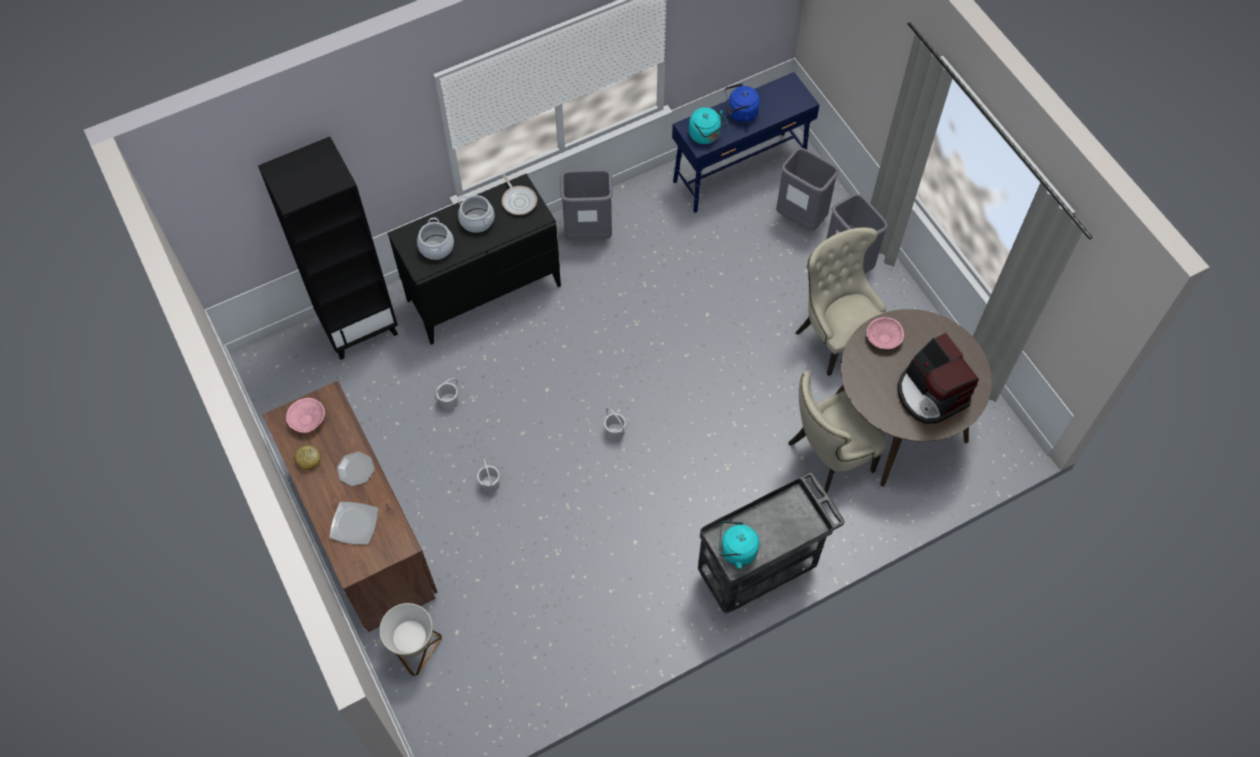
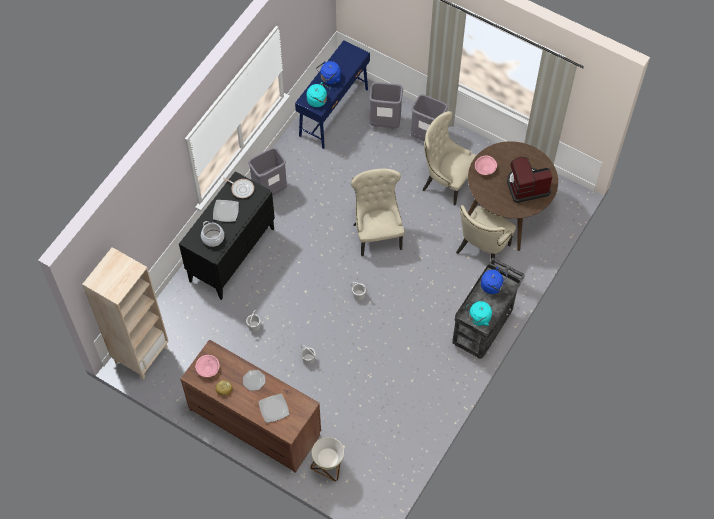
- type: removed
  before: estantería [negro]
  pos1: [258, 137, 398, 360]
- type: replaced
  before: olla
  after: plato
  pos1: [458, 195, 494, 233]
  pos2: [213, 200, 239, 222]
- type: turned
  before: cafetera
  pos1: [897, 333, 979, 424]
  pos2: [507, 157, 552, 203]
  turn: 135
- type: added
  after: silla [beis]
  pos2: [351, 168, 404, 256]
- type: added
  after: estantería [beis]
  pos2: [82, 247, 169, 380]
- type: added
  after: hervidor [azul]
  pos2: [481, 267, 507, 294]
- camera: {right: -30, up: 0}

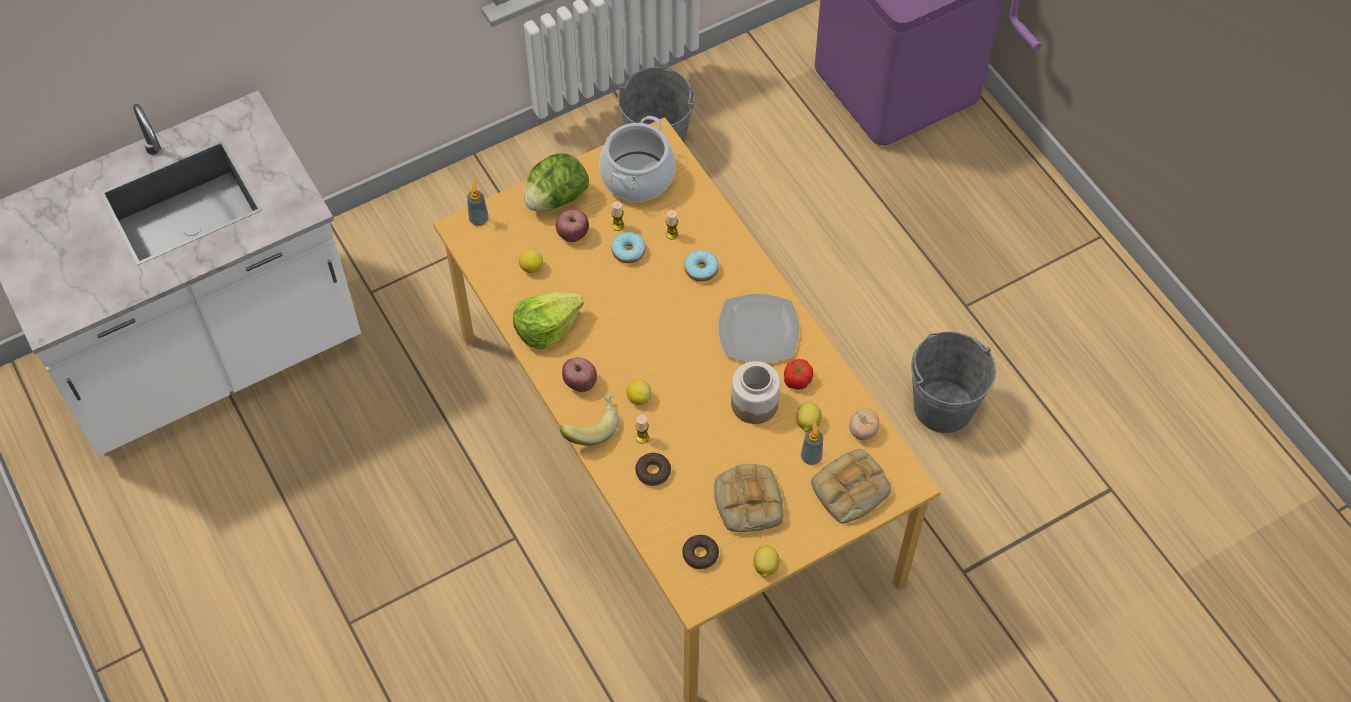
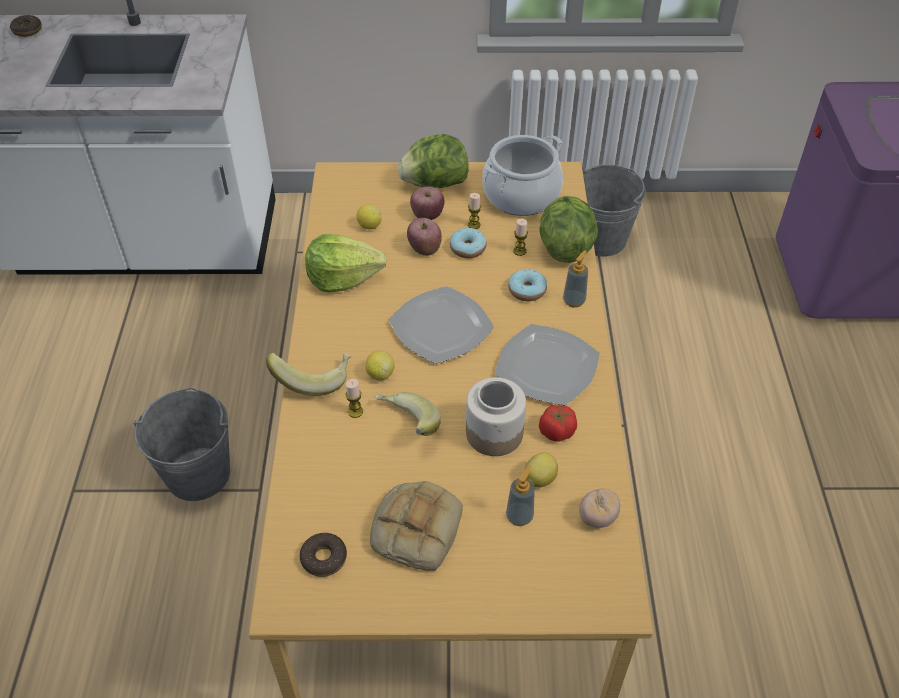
- type: moved
  before: dispensador de jabón
  pos1: [467, 180, 489, 226]
  pos2: [563, 250, 588, 308]
- type: moved
  before: cubo [gris]
  pos1: [911, 331, 996, 433]
  pos2: [133, 387, 230, 501]
- type: moved
  before: manzana
  pos1: [562, 358, 597, 392]
  pos2: [407, 218, 442, 256]
- type: removed
  before: pan
  pos1: [811, 449, 891, 524]
- type: moved
  before: rosquilla
  pos1: [635, 453, 671, 486]
  pos2: [10, 15, 42, 37]
- type: removed
  before: limón
  pos1: [754, 546, 780, 578]
- type: added
  after: lechuga
  pos2: [539, 196, 598, 263]
- type: added
  after: plato
  pos2: [389, 286, 494, 364]
- type: added
  after: plátano
  pos2: [375, 392, 441, 436]
- camera: {right: 30, up: -10}

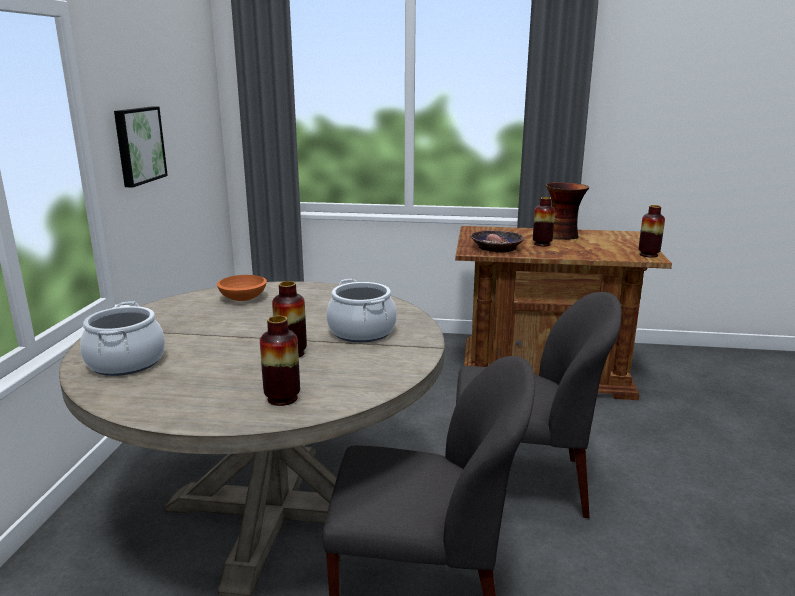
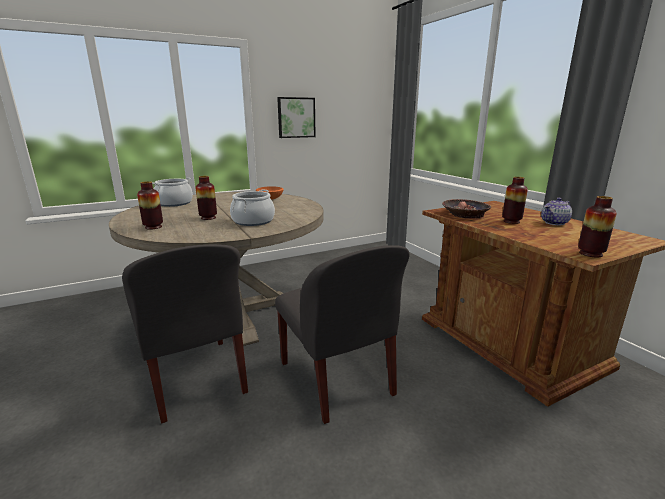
- type: replaced
  before: florero
  after: tetera
  pos1: [546, 182, 589, 240]
  pos2: [541, 198, 572, 225]
- camera: {right: 55, up: 0}

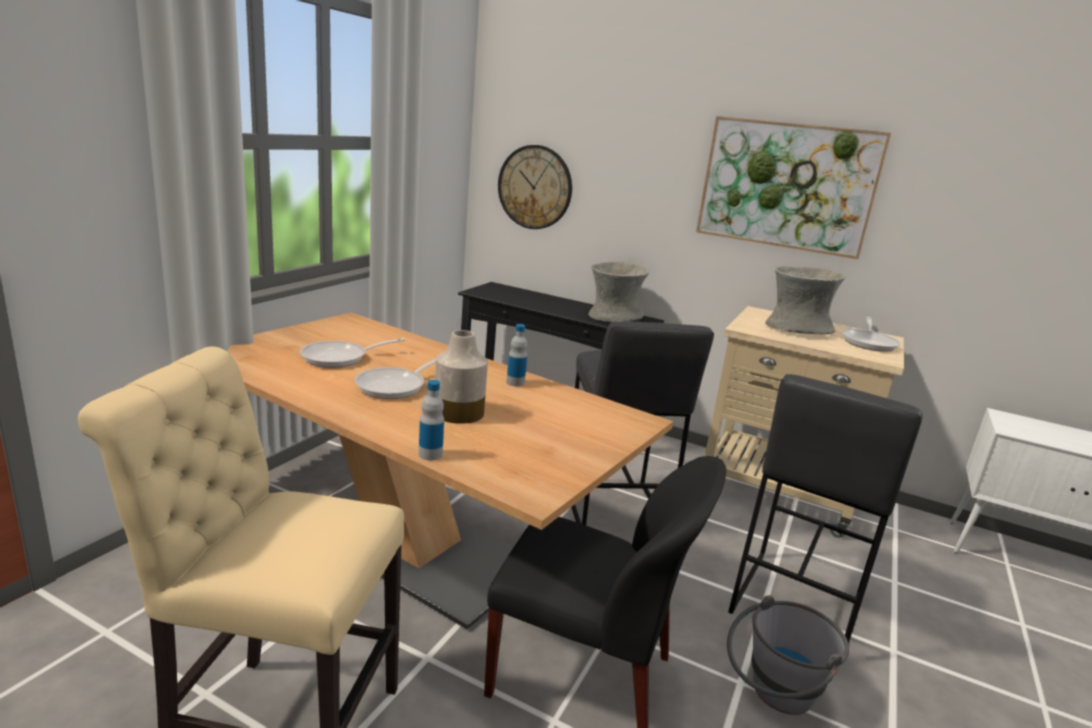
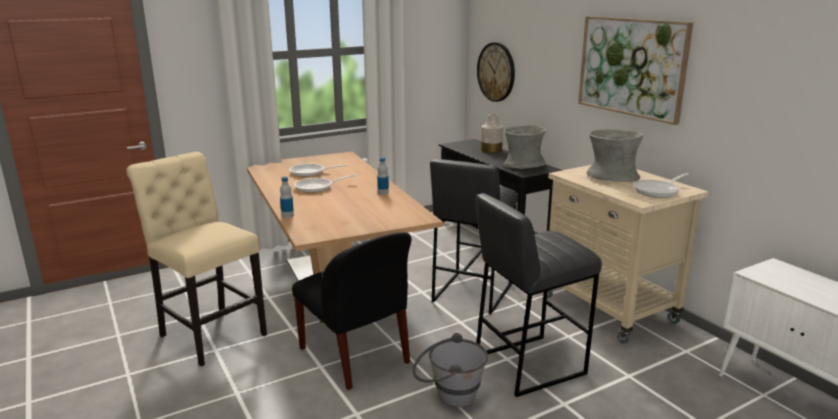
- type: moved
  before: florero [beis]
  pos1: [435, 330, 488, 424]
  pos2: [481, 114, 503, 153]
- camera: {right: 35, up: 0}

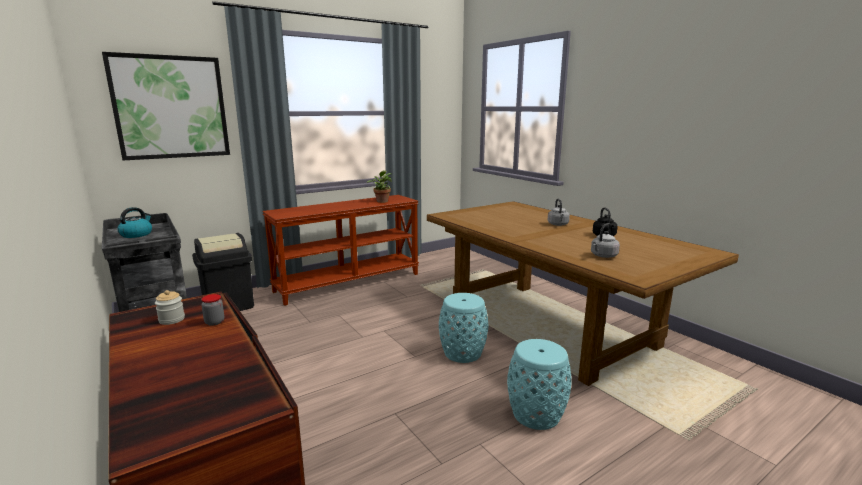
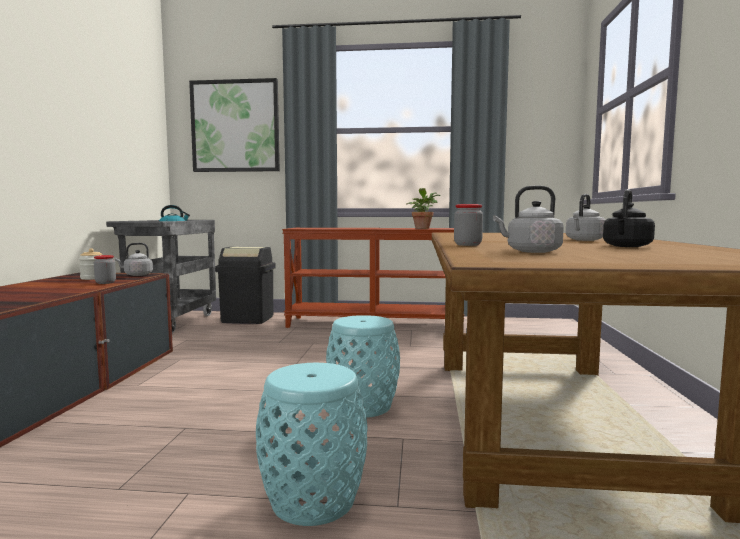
- type: added
  after: tarro
  pos2: [454, 204, 483, 246]
- type: added
  after: hervidor [gris]
  pos2: [115, 243, 153, 276]
- camera: {right: 40, up: -10}

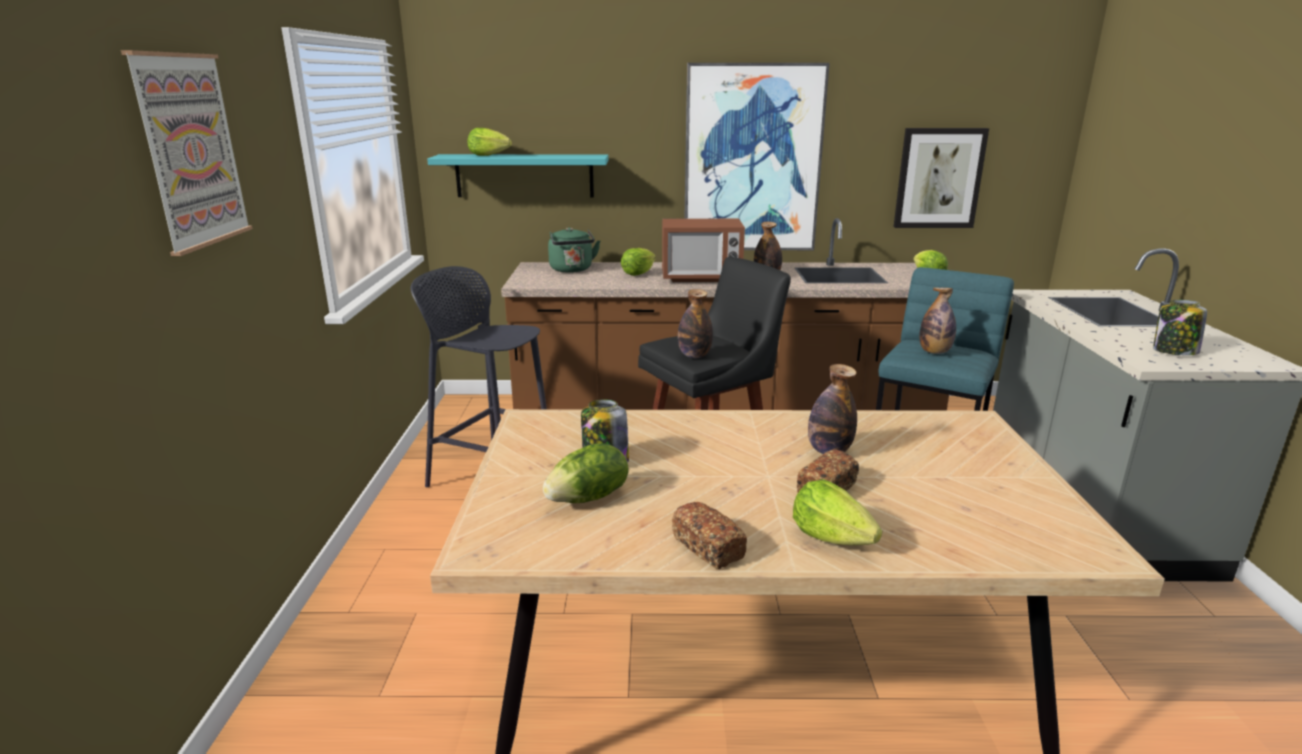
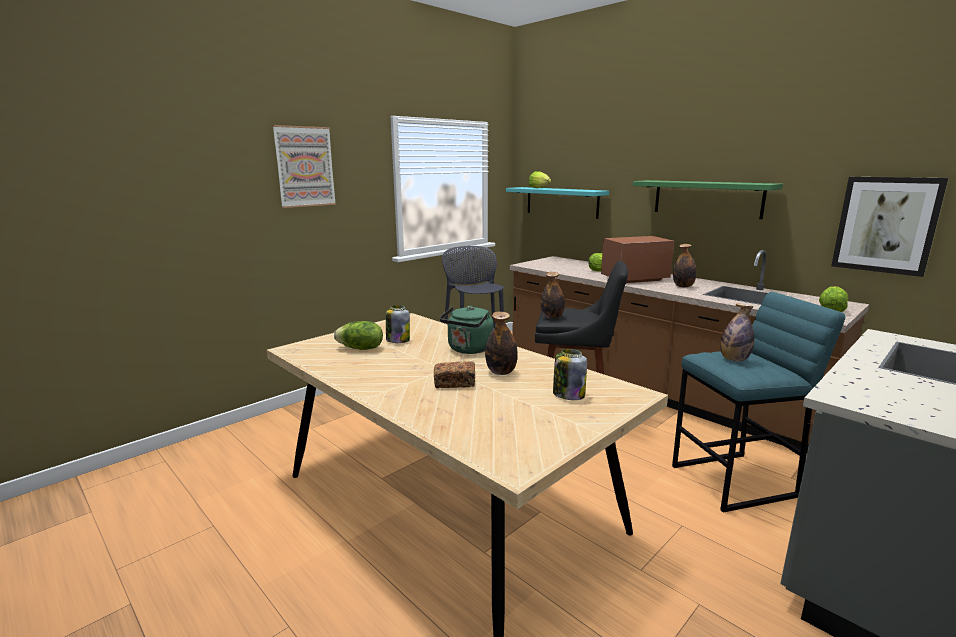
- type: replaced
  before: cuadro
  after: estante [verde]
  pos1: [685, 63, 830, 250]
  pos2: [633, 180, 783, 219]
- type: turned
  before: microondas
  pos1: [662, 218, 745, 282]
  pos2: [601, 236, 674, 283]
  turn: 120
- type: moved
  before: hervidor [verde]
  pos1: [548, 227, 600, 273]
  pos2: [440, 306, 494, 354]
- type: moved
  before: tarro
  pos1: [1153, 300, 1207, 355]
  pos2: [553, 349, 587, 400]
- type: removed
  before: lechuga
  pos1: [793, 479, 882, 545]
- type: removed
  before: pan
  pos1: [672, 502, 747, 569]
- camera: {right: 45, up: -5}

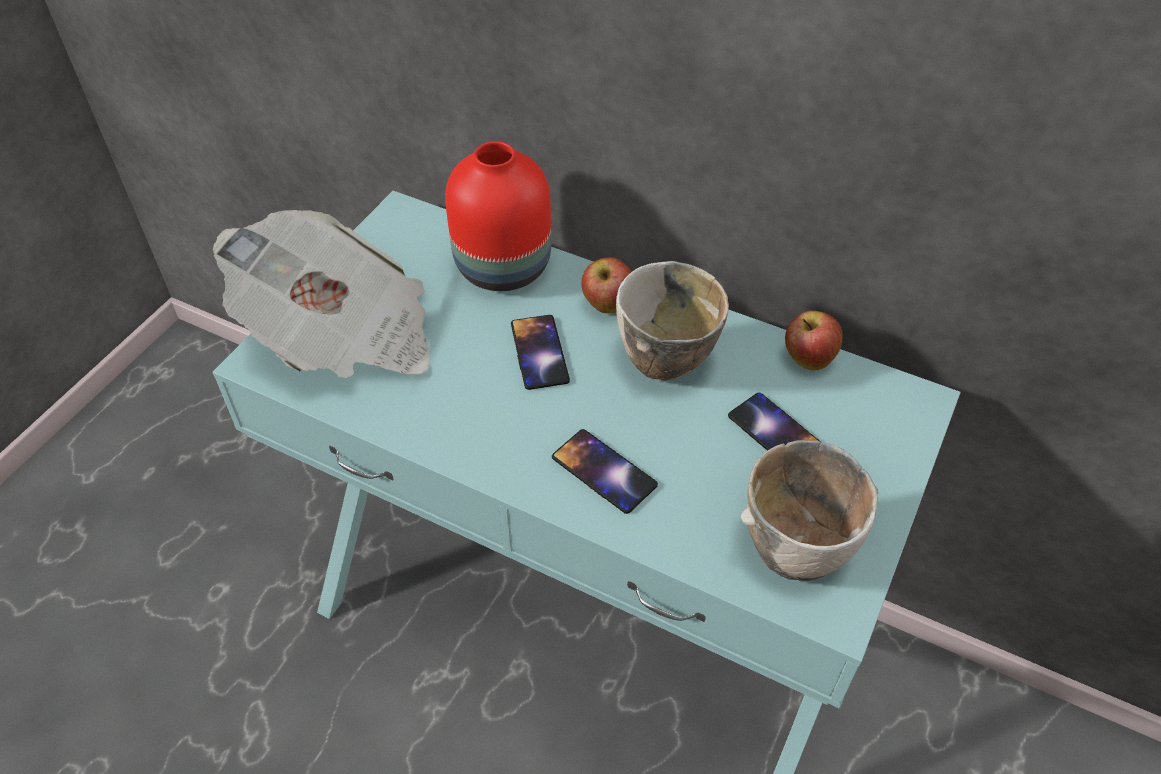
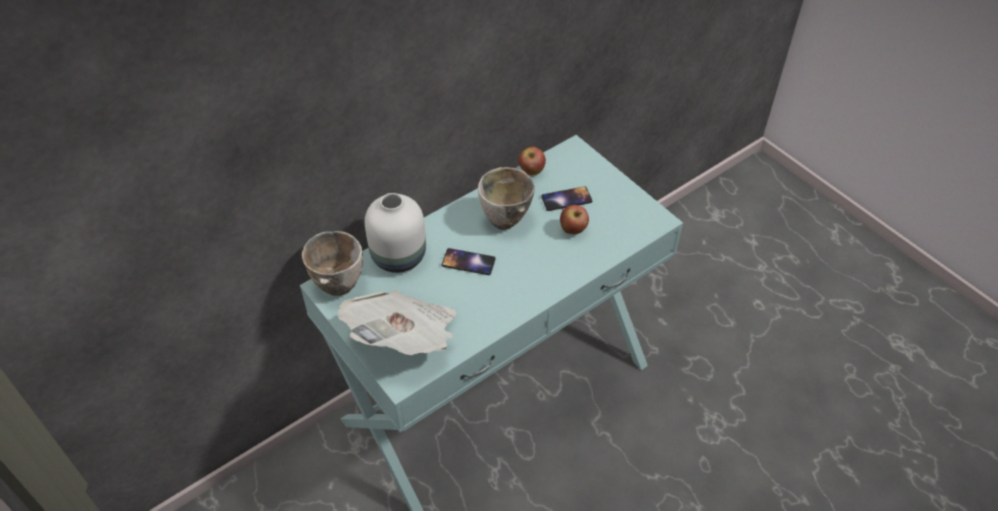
- type: recoloured
  before: florero [rojo]
  after: florero [blanco]
  pos1: [445, 141, 551, 291]
  pos2: [365, 193, 426, 273]
- type: moved
  before: manzana
  pos1: [581, 257, 632, 313]
  pos2: [560, 205, 589, 234]
- type: removed
  before: móvil
  pos1: [552, 429, 658, 514]
- type: moved
  before: cuenco
  pos1: [741, 440, 878, 581]
  pos2: [302, 231, 363, 296]
- camera: {right: -65, up: 0}

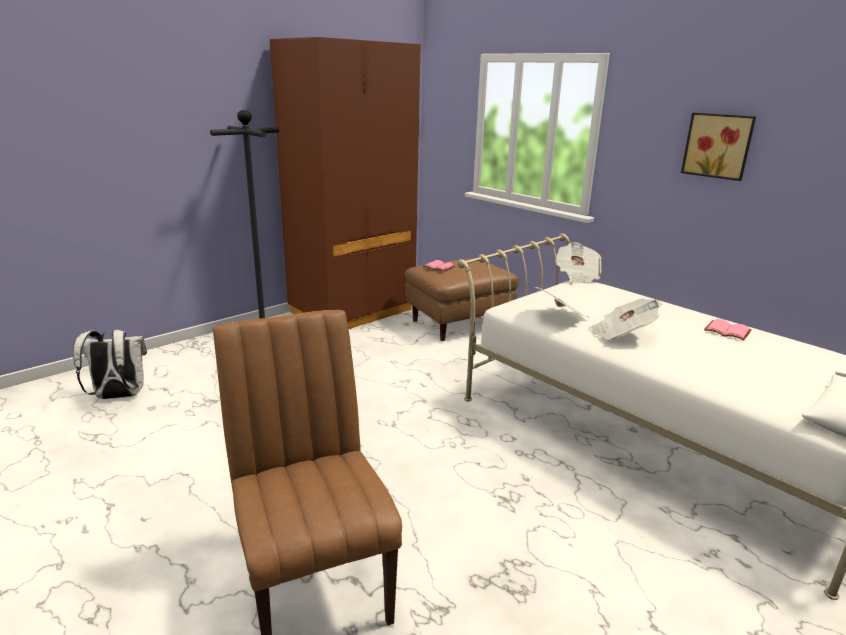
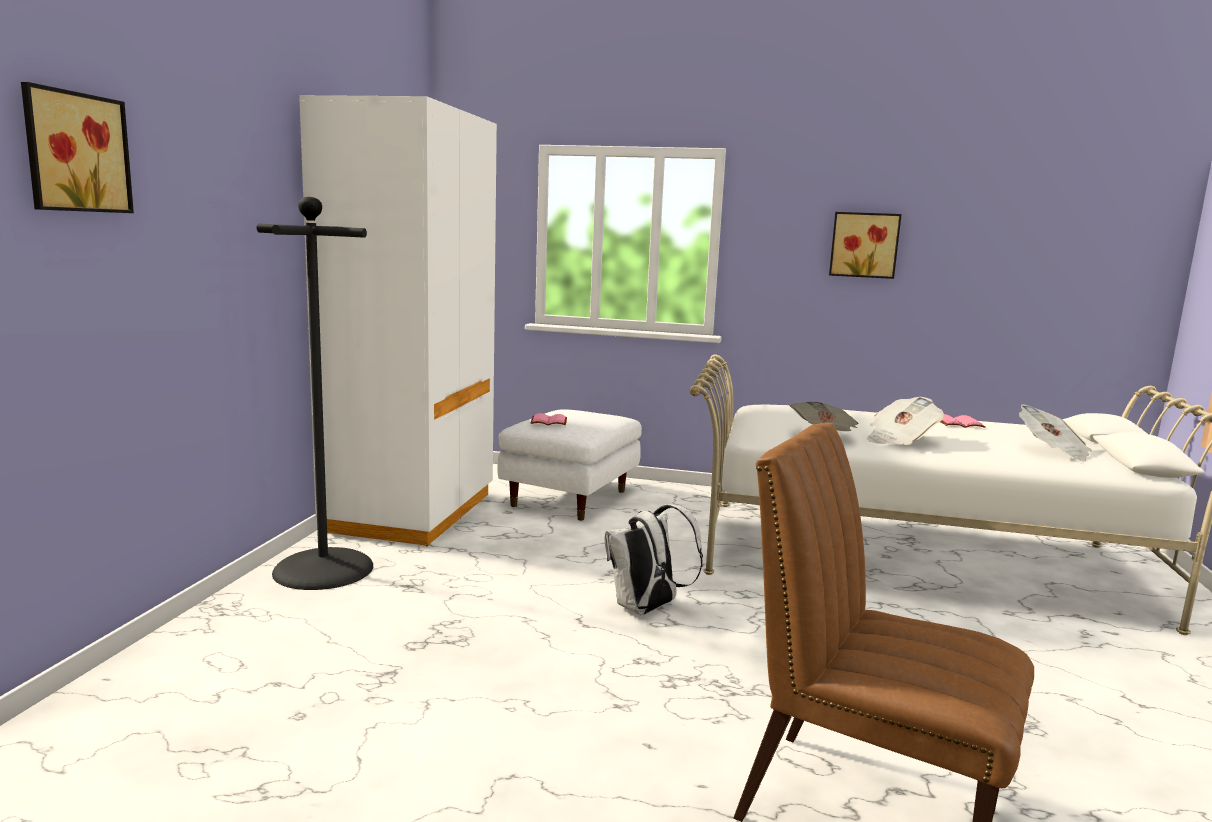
- type: recoloured
  before: armario ropero [marrón]
  after: armario ropero [blanco]
  pos1: [270, 37, 421, 329]
  pos2: [299, 95, 497, 546]
- type: moved
  before: periódico
  pos1: [555, 242, 602, 284]
  pos2: [1019, 404, 1092, 462]
- type: recoloured
  before: puf [marrón]
  after: puf [blanco]
  pos1: [404, 259, 518, 341]
  pos2: [498, 409, 642, 521]
- type: moved
  before: mochila [blanco]
  pos1: [73, 330, 147, 399]
  pos2: [604, 504, 703, 615]
- type: added
  after: cuadro
  pos2: [21, 82, 134, 213]
- camera: {right: -35, up: -10}

